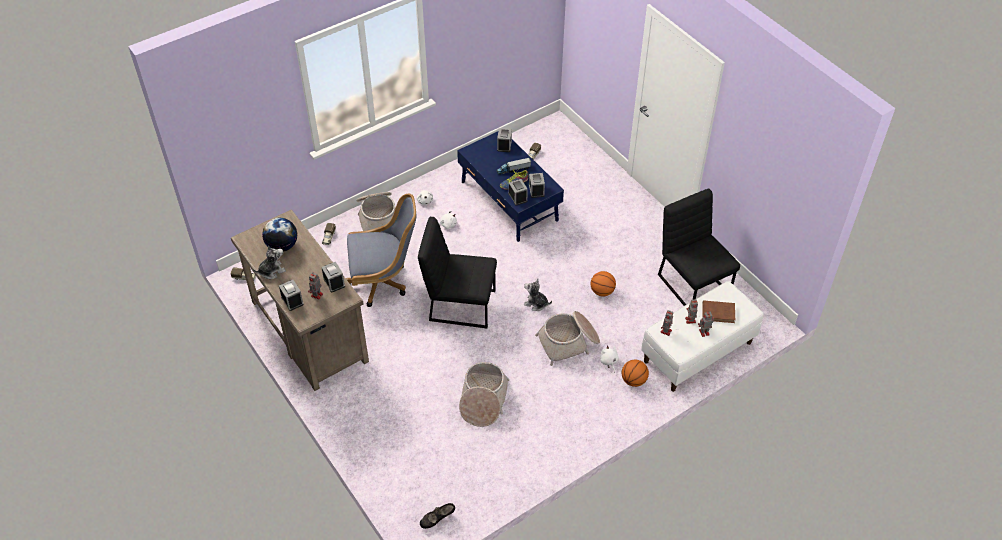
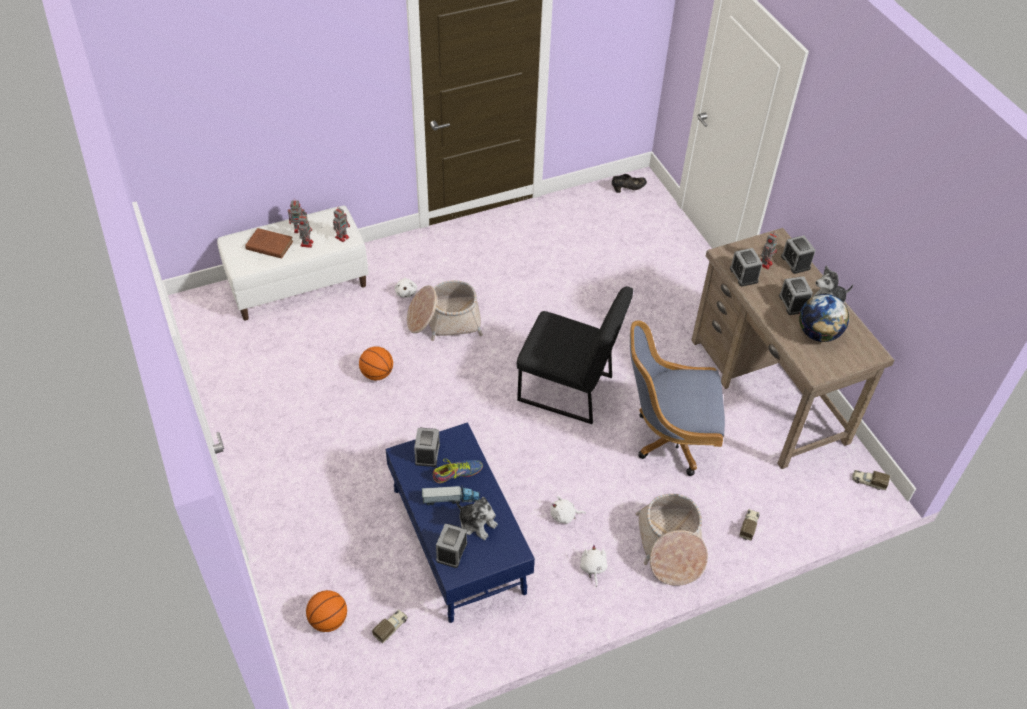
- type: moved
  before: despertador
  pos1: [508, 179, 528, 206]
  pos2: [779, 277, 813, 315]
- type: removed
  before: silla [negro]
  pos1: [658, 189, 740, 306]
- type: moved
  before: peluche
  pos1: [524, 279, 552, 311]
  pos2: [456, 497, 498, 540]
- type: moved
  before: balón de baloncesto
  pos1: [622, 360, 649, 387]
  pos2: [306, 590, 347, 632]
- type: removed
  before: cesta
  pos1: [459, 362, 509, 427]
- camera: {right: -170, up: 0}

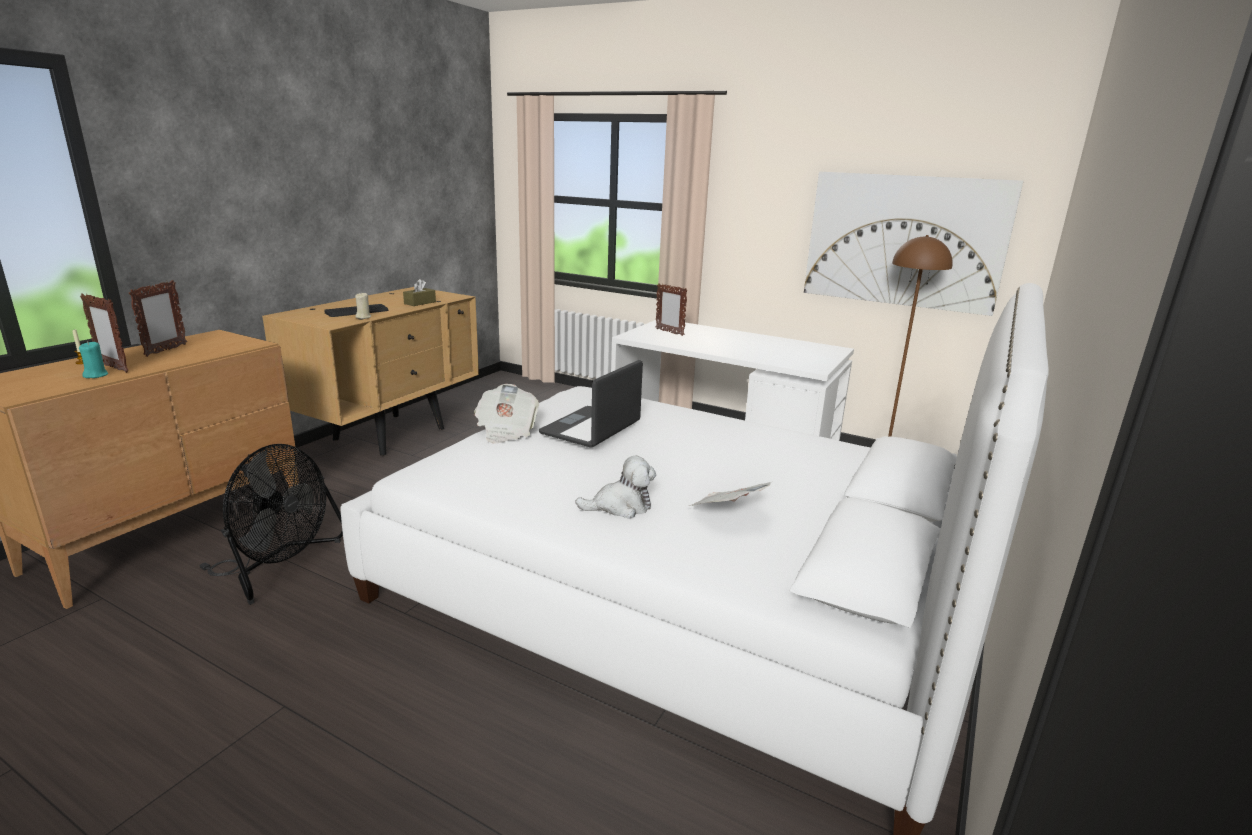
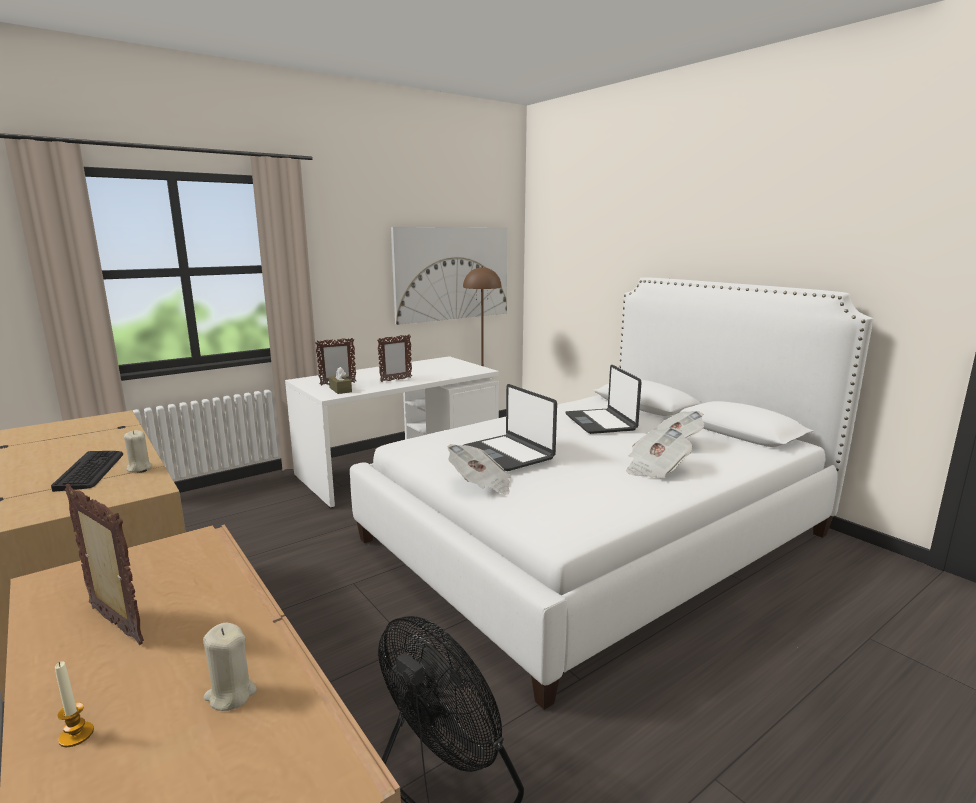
- type: moved
  before: caja de pañuelos [marrón]
  pos1: [403, 279, 436, 306]
  pos2: [329, 367, 352, 394]
- type: moved
  before: portarretratos
  pos1: [80, 293, 128, 373]
  pos2: [377, 334, 412, 382]
- type: recoloured
  before: vela [turquesa]
  after: vela [beis]
  pos1: [79, 341, 108, 378]
  pos2: [203, 623, 257, 711]
- type: replaced
  before: peluche
  after: periódico
  pos1: [575, 456, 656, 518]
  pos2: [626, 428, 692, 478]
- type: added
  after: portátil
  pos2: [565, 365, 642, 434]
- camera: {right: -65, up: -5}

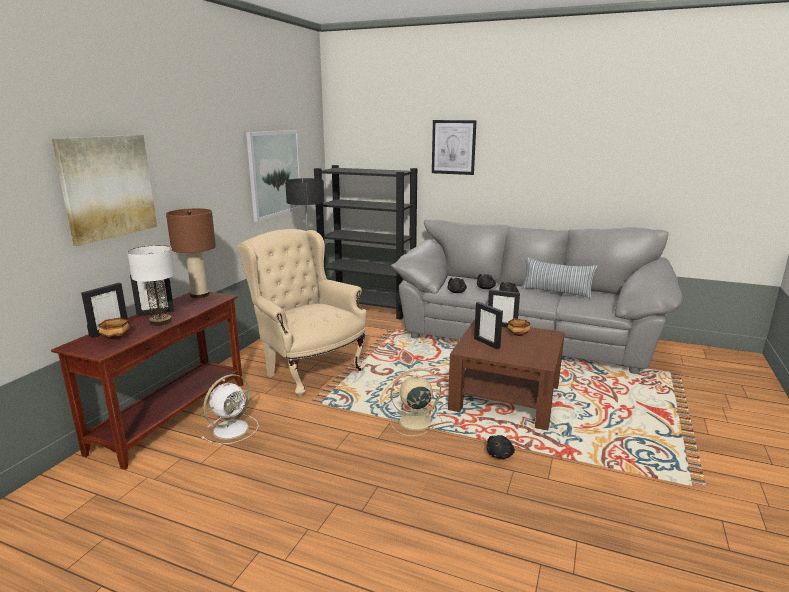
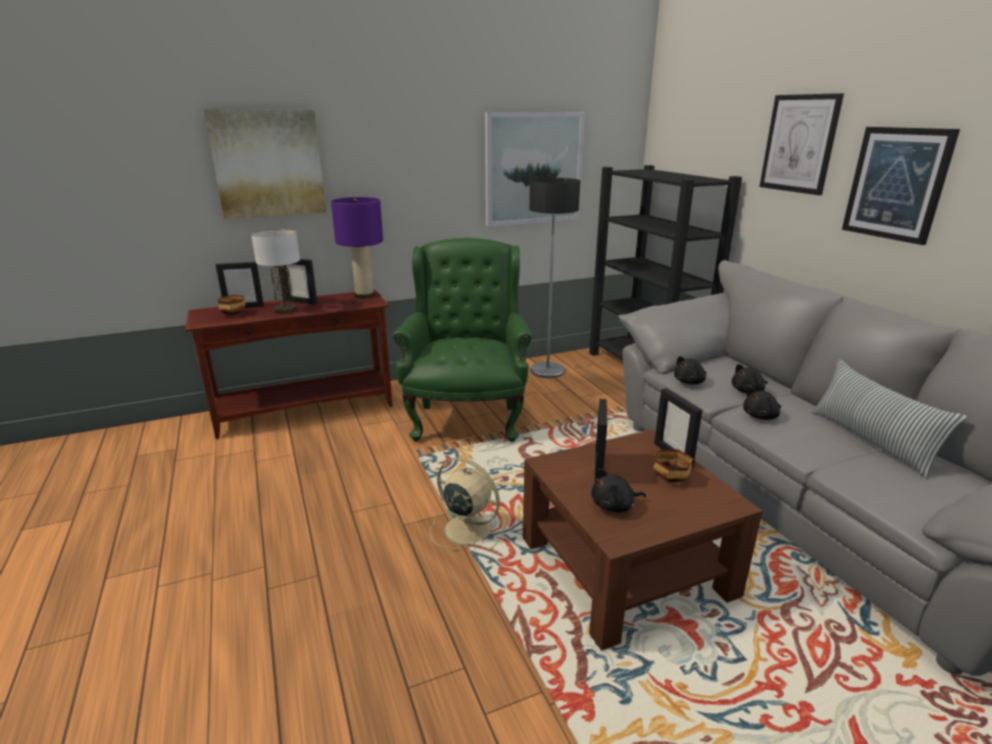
- type: recoloured
  before: lámpara de mesa [marrón]
  after: lámpara de mesa [morado]
  pos1: [166, 208, 216, 298]
  pos2: [331, 197, 383, 299]
- type: recoloured
  before: sillón [beis]
  after: sillón [verde]
  pos1: [237, 229, 367, 397]
  pos2: [393, 238, 532, 442]
- type: removed
  before: ventilador [blanco]
  pos1: [201, 374, 259, 444]
- type: moved
  before: peluche [negro]
  pos1: [487, 435, 515, 459]
  pos2: [591, 469, 646, 513]
- type: added
  after: cuadro
  pos2: [842, 127, 960, 245]
- camera: {right: 45, up: 5}

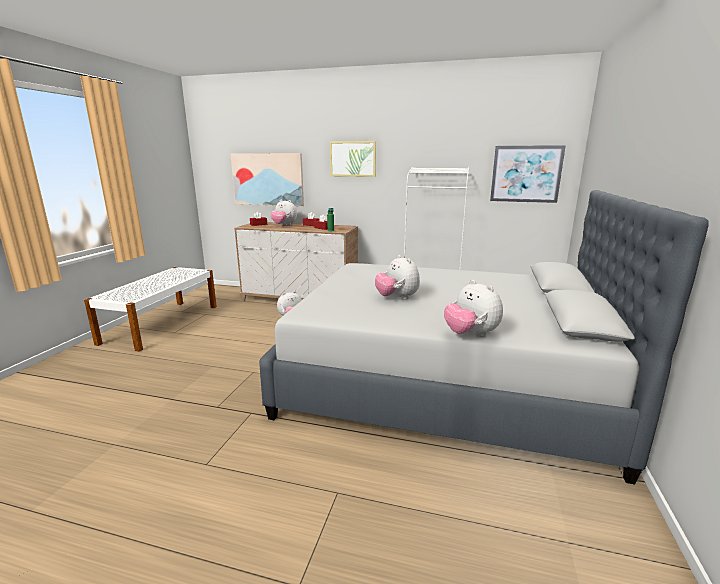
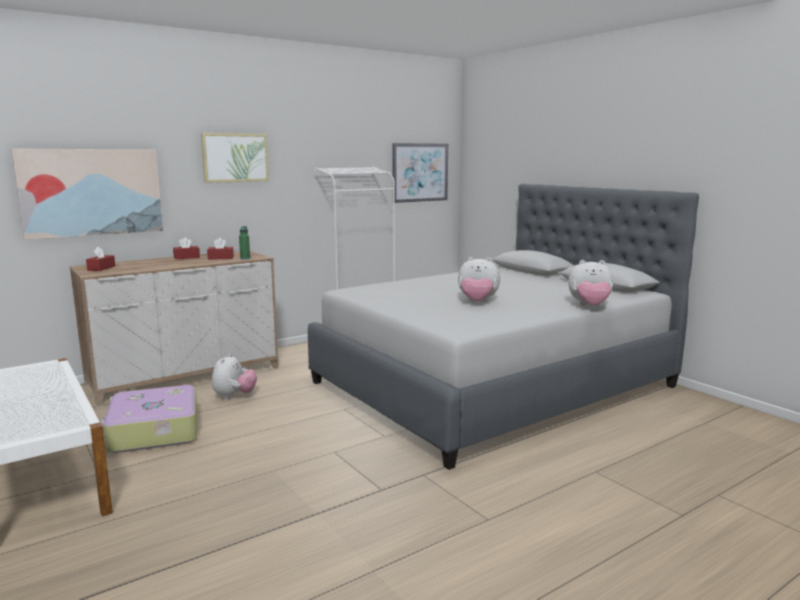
- type: removed
  before: peluche
  pos1: [271, 200, 297, 226]
- type: added
  after: maleta
  pos2: [101, 385, 197, 453]
- camera: {right: -50, up: -5}

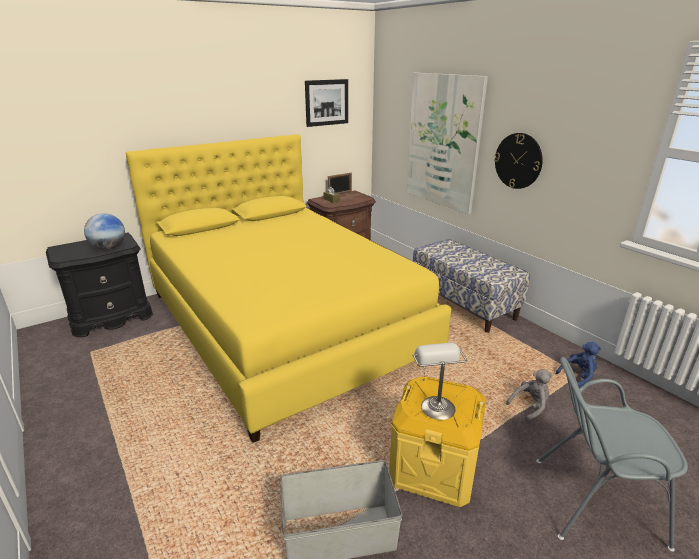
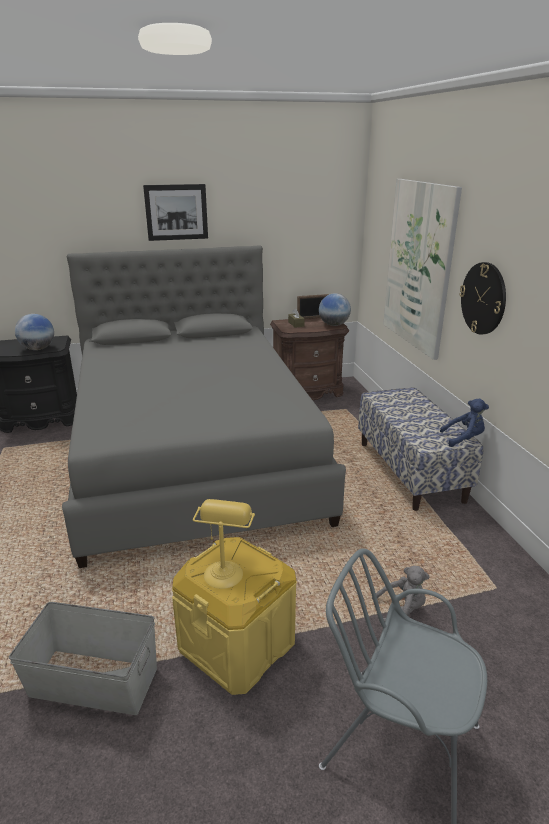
- type: moved
  before: cuadro
  pos1: [305, 79, 348, 127]
  pos2: [143, 184, 208, 241]
- type: recoloured
  before: cama [amarillo]
  after: cama [gris]
  pos1: [126, 134, 451, 443]
  pos2: [62, 245, 346, 568]
- type: moved
  before: peluche [azul]
  pos1: [556, 342, 601, 388]
  pos2: [440, 399, 489, 447]
- type: recoloured
  before: lámpara de mesa [blanco]
  after: lámpara de mesa [amarillo]
  pos1: [412, 343, 467, 420]
  pos2: [193, 499, 255, 589]
- type: added
  after: globo terráqueo
  pos2: [319, 293, 351, 326]
- camera: {right: 20, up: 0}

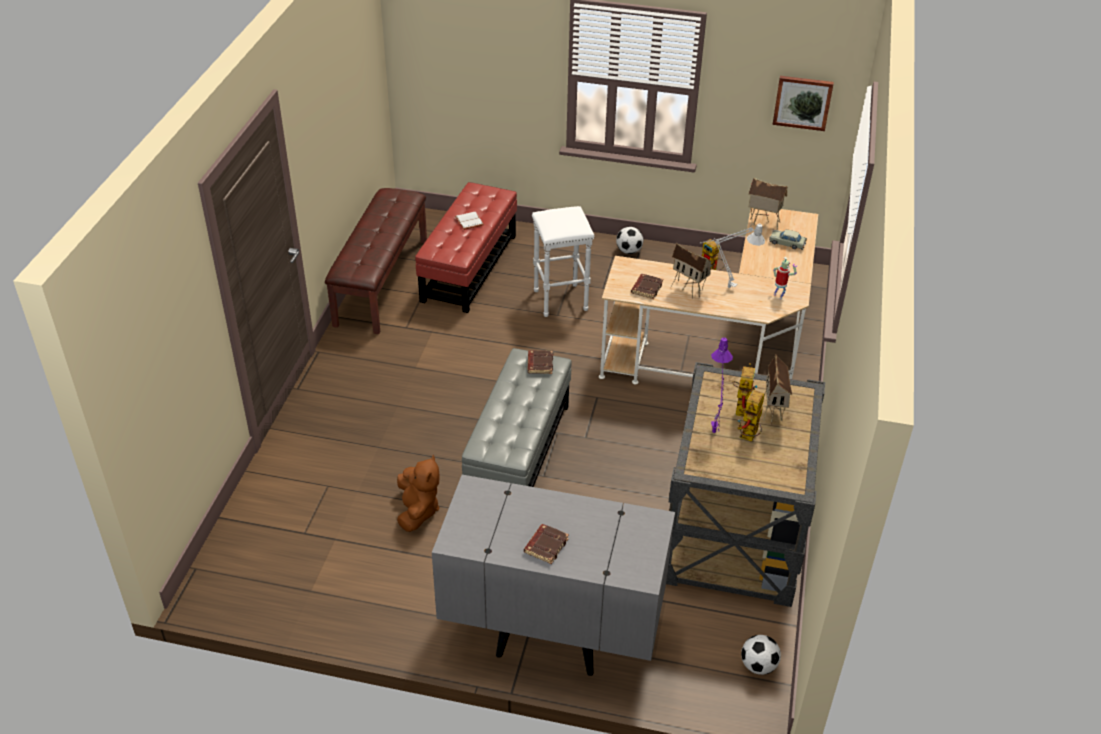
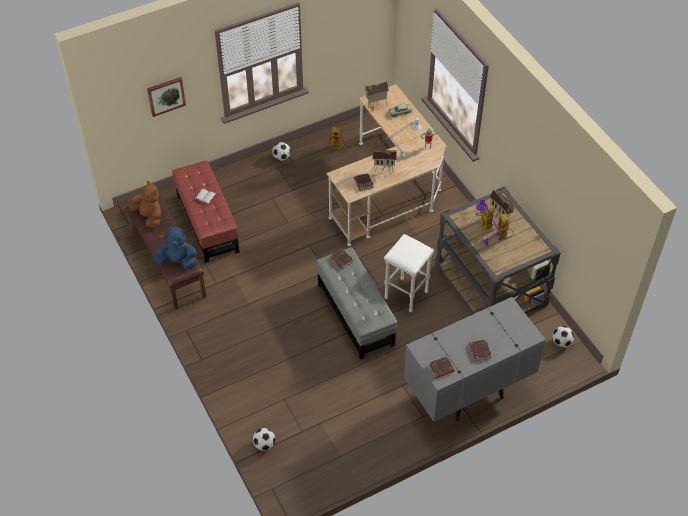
- type: moved
  before: cuadro
  pos1: [772, 76, 834, 131]
  pos2: [147, 77, 186, 117]
- type: moved
  before: taburete [blanco]
  pos1: [532, 206, 594, 317]
  pos2: [384, 234, 434, 313]
- type: moved
  before: peluche [marrón]
  pos1: [397, 455, 439, 532]
  pos2: [128, 181, 161, 228]
- type: added
  after: peluche [azul]
  pos2: [153, 226, 197, 269]
- type: added
  after: libro [marrón]
  pos2: [428, 356, 455, 379]
- type: added
  after: balón de fútbol
  pos2: [253, 428, 275, 451]
- camera: {right: -40, up: 10}

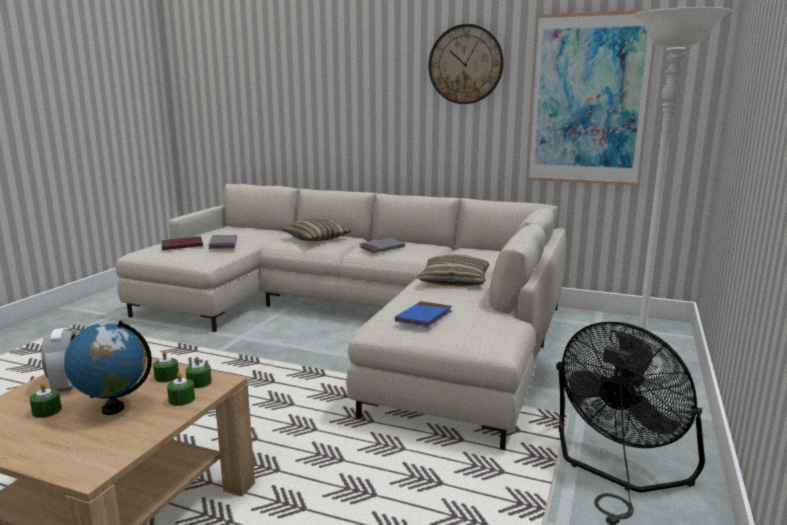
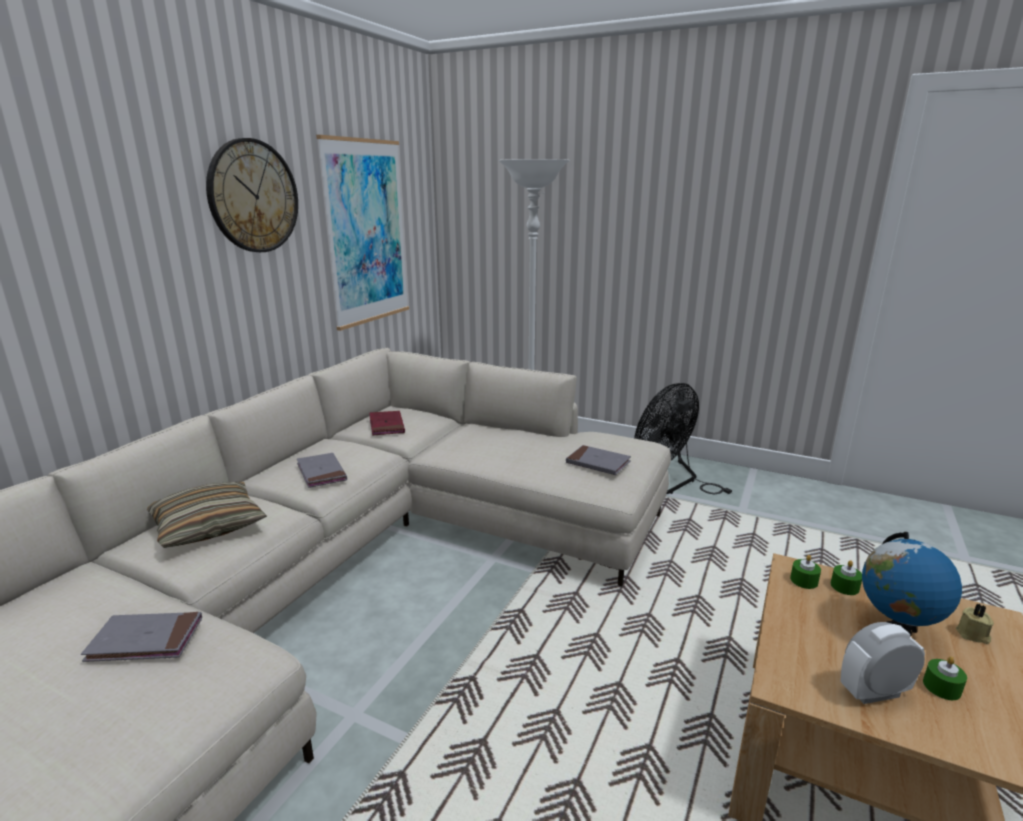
- type: moved
  before: libro [rojo]
  pos1: [162, 236, 203, 250]
  pos2: [369, 411, 405, 435]
- type: removed
  before: cojín
  pos1: [417, 255, 489, 286]
- type: recoloured
  before: libro [azul]
  after: libro [gris]
  pos1: [395, 301, 452, 327]
  pos2: [566, 445, 631, 475]
- type: removed
  before: vela [verde]
  pos1: [153, 351, 179, 382]
- type: added
  after: vela [beis]
  pos2: [956, 604, 994, 644]
- camera: {right: -85, up: 5}

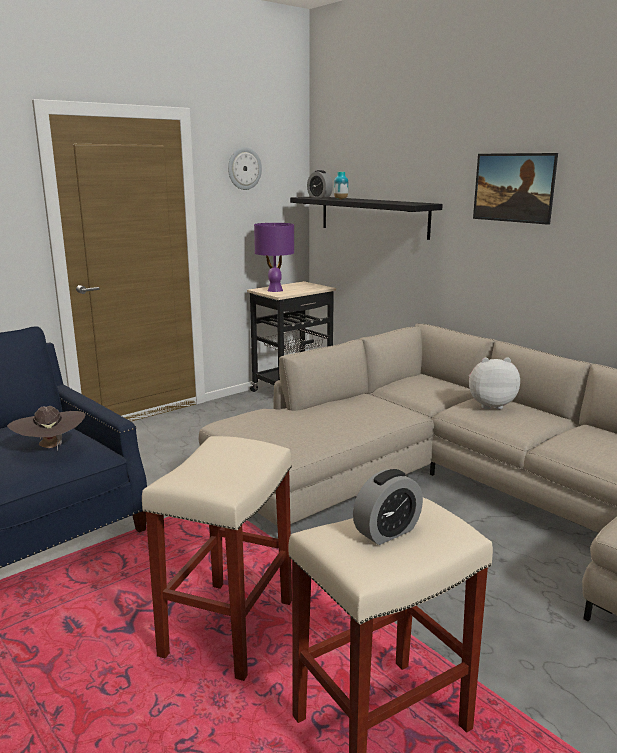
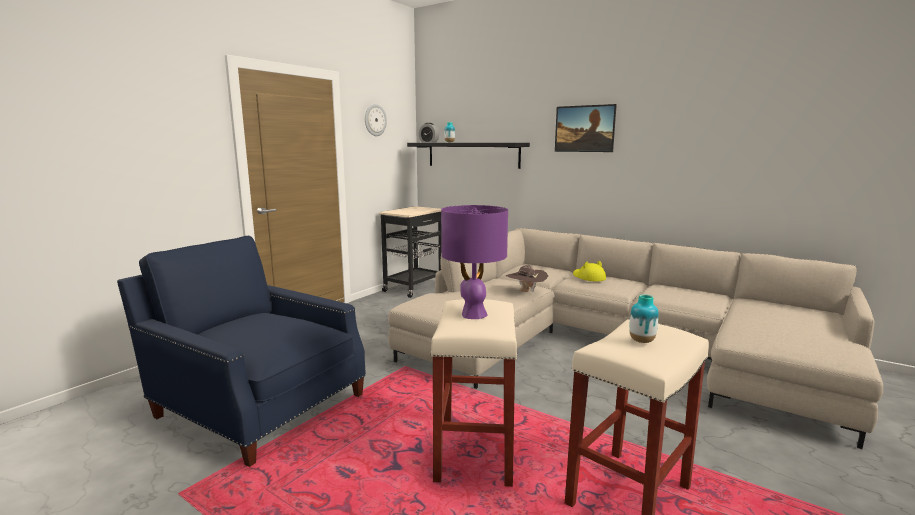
- type: moved
  before: lámpara de mesa [morado]
  pos1: [254, 223, 294, 292]
  pos2: [441, 205, 508, 319]
- type: replaced
  before: peluche
  after: sombrero [amarillo]
  pos1: [469, 357, 520, 409]
  pos2: [573, 261, 606, 281]
- type: moved
  before: sombrero [marrón]
  pos1: [7, 406, 86, 451]
  pos2: [506, 265, 548, 292]
- type: replaced
  before: despertador
  after: florero
  pos1: [353, 469, 423, 545]
  pos2: [629, 294, 659, 343]
- camera: {right: -15, up: -5}

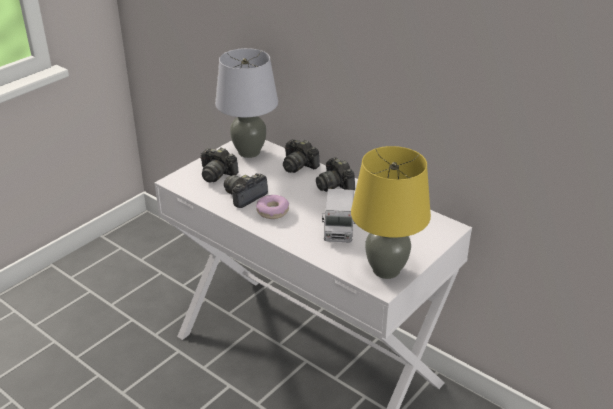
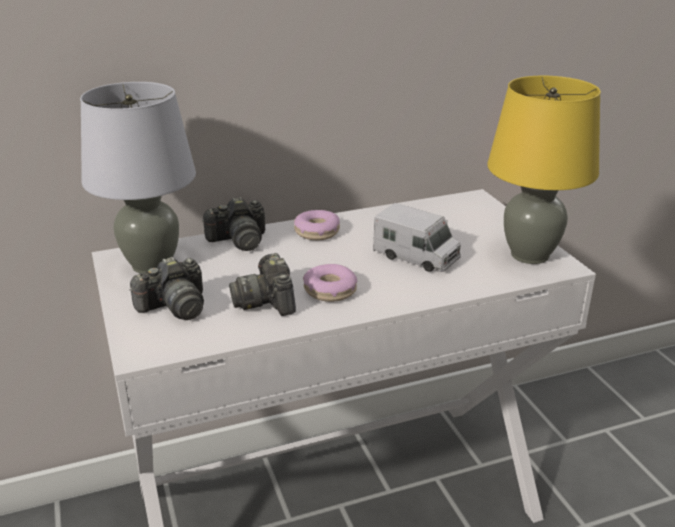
- type: replaced
  before: cámara
  after: rosquilla
  pos1: [316, 157, 355, 192]
  pos2: [294, 210, 340, 240]
- camera: {right: -60, up: -5}

